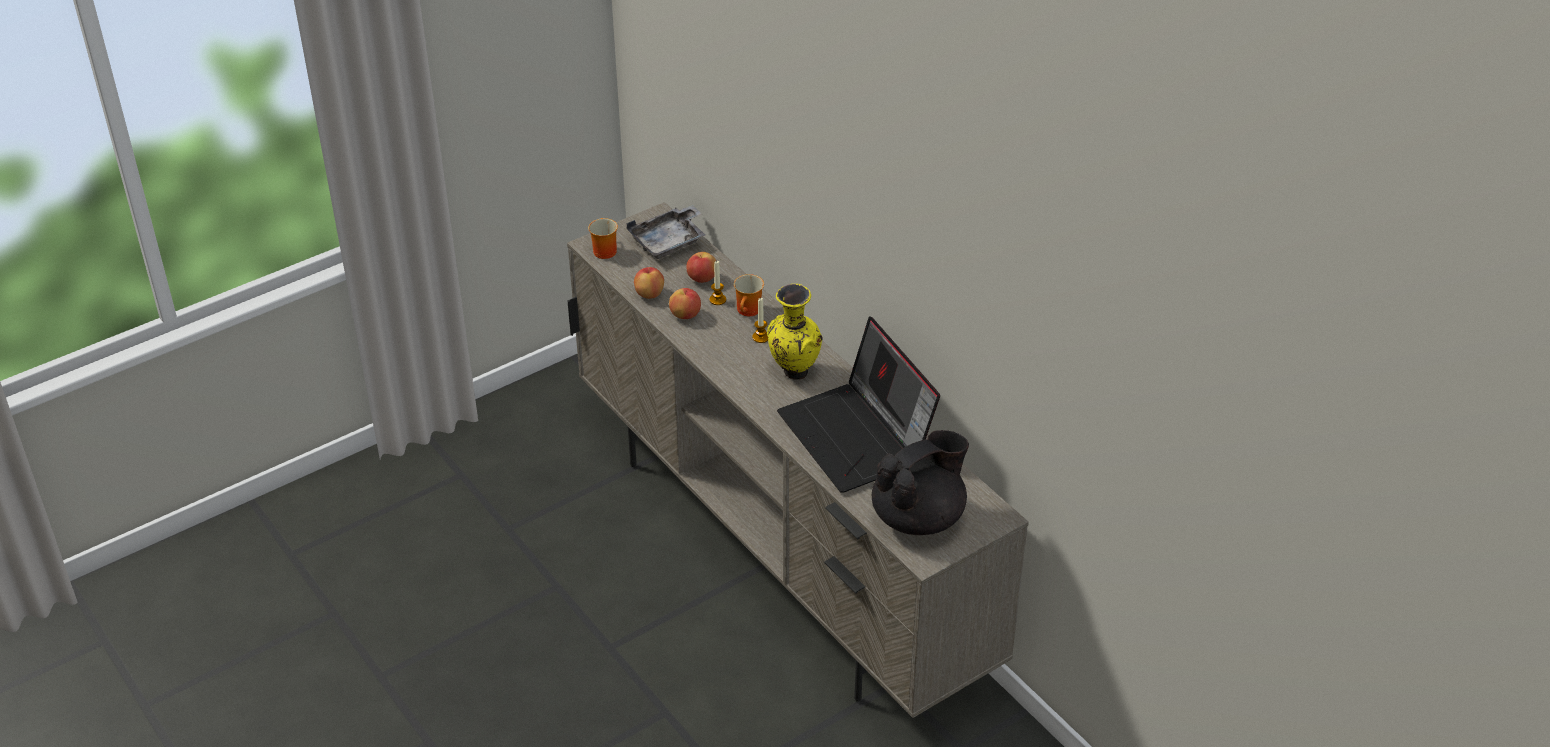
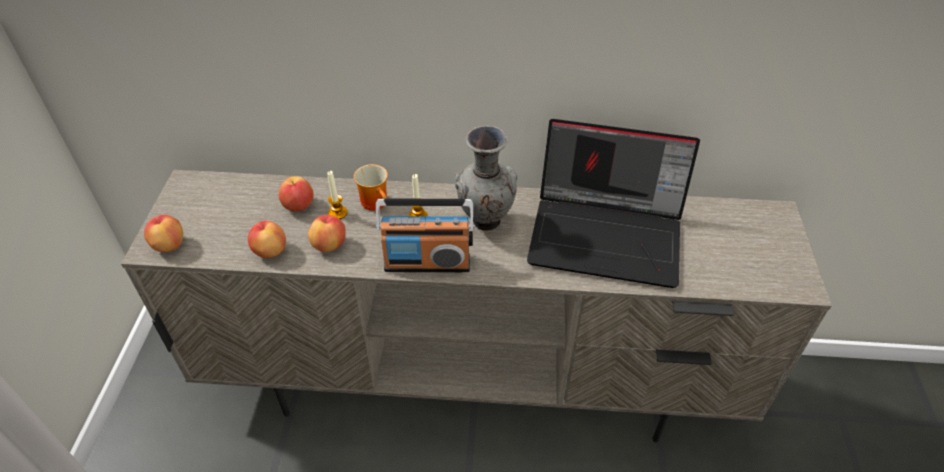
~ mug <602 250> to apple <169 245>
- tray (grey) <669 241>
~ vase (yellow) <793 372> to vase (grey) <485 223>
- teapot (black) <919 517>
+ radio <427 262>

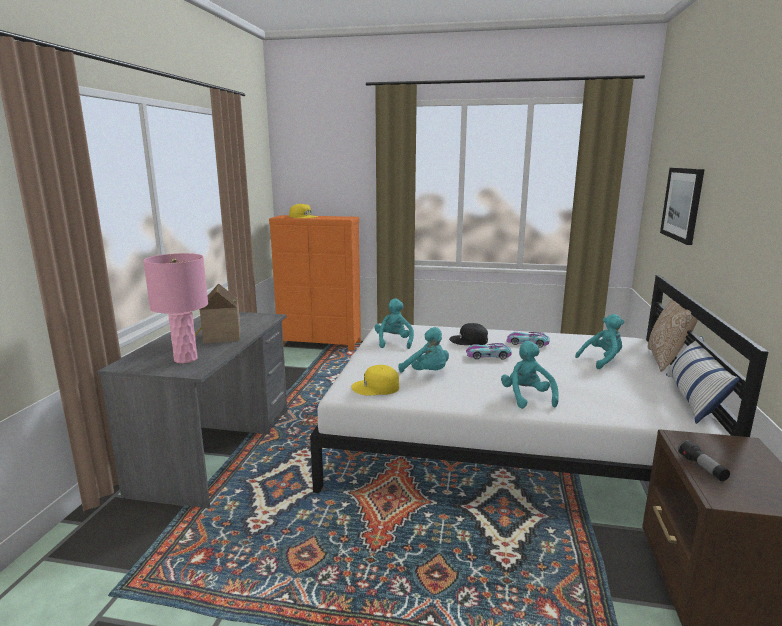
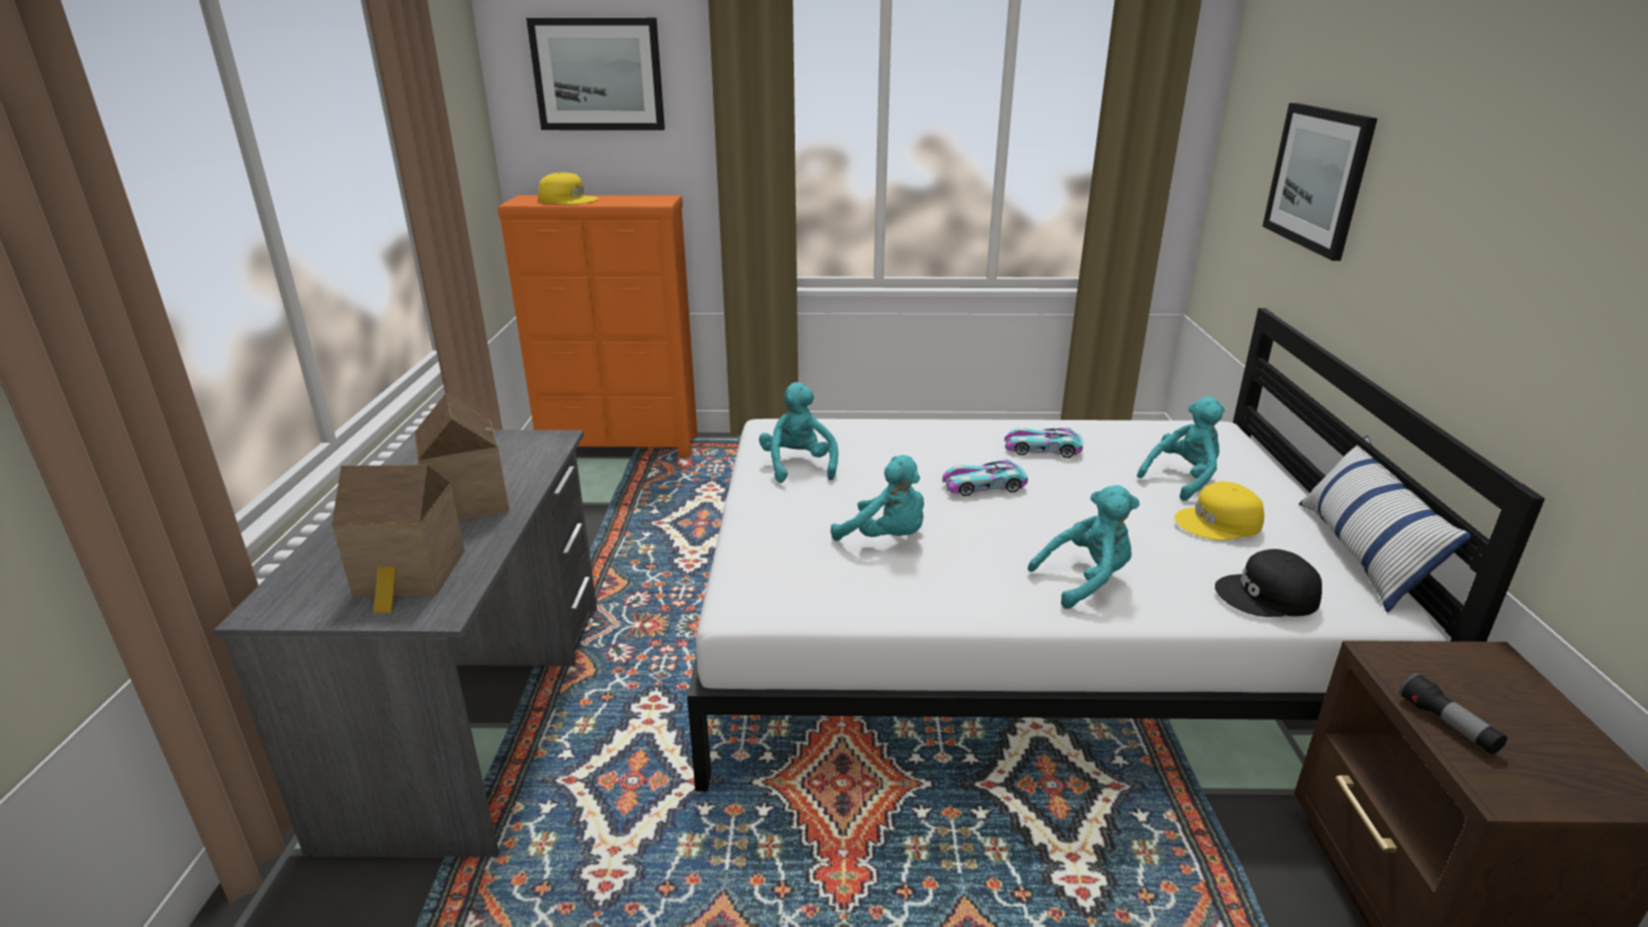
~ table lamp (pink) <186 359> to toy house <409 576>
~ cap (yellow) <376 387> to <1219 523>
~ cap (black) <469 340> to <1267 596>
~ plush toy (turquoise) <527 397> = <1086 581> 90 degrees clockwise
- pillow <666 360>
+ picture <598 75>

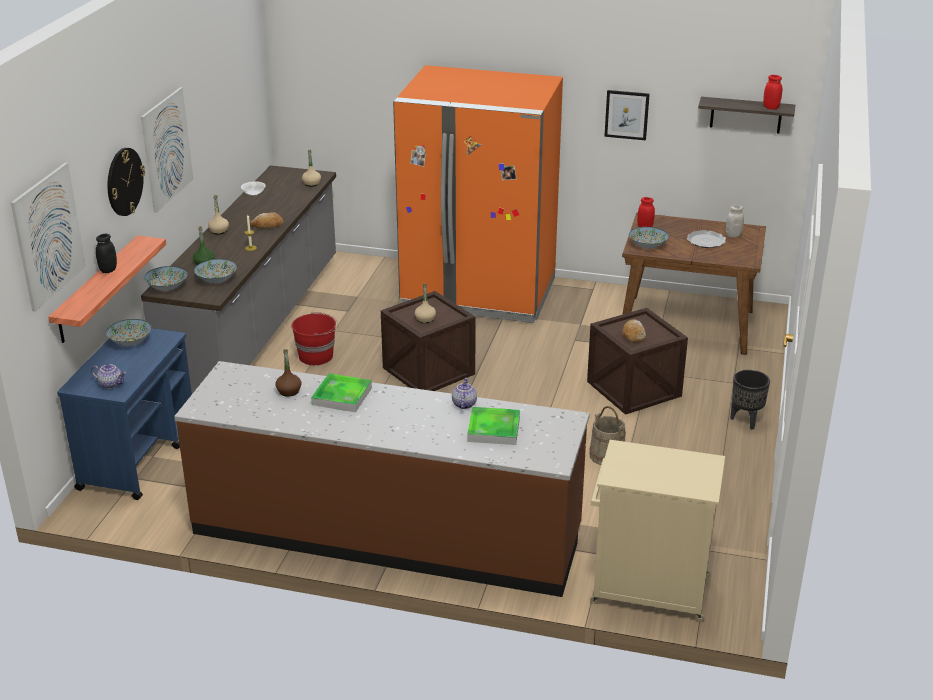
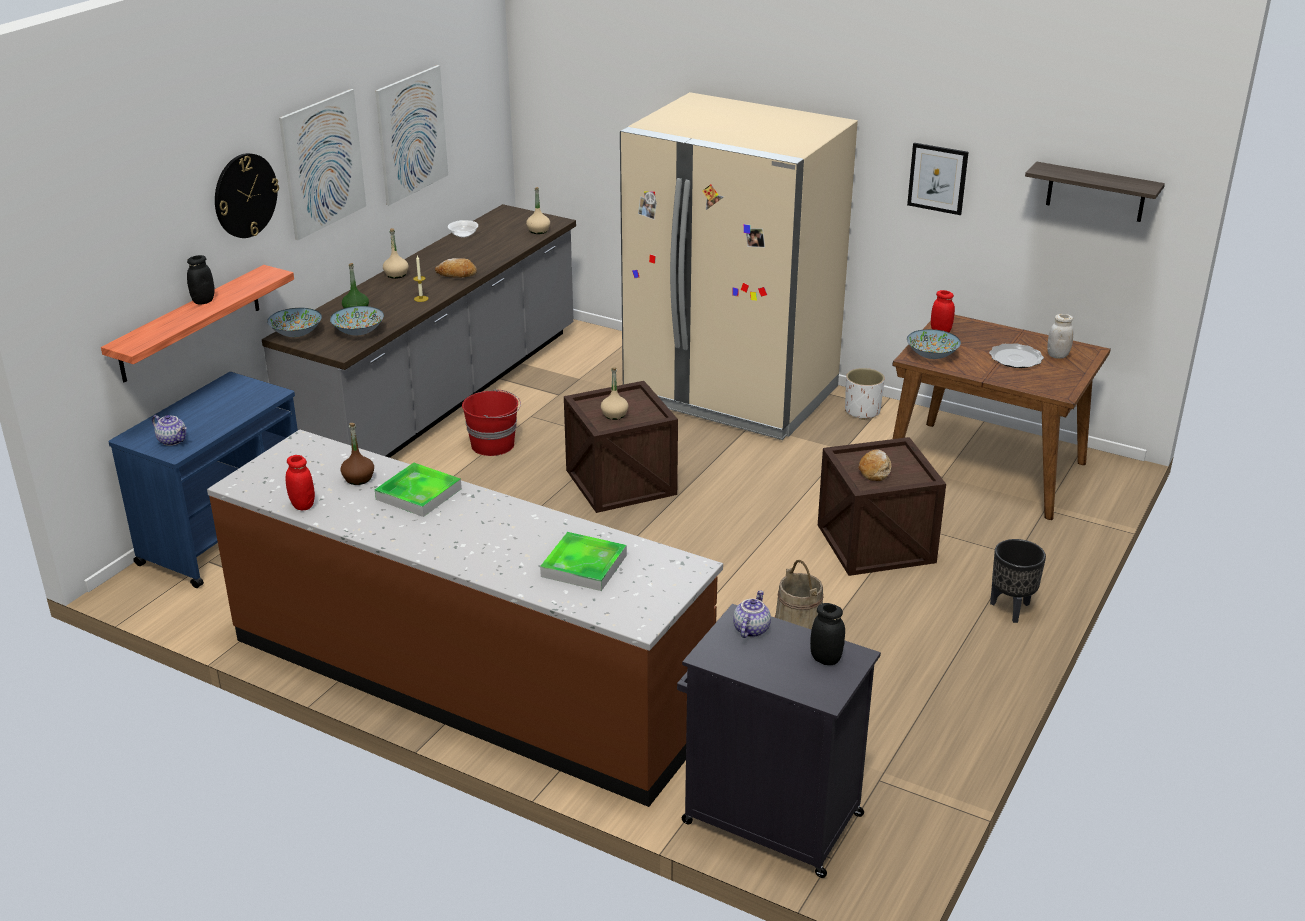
~ picture <48 236> to <412 134>
- bowl <130 342>
~ fridge (orange) <479 293> to fridge (beige) <731 394>
~ teapot <463 404> to <750 629>
~ cabinet (beige) <647 589> to cabinet (black) <768 818>
~ jar (red) <771 108> to <302 505>
+ jar (black) <825 659>
+ planter (white) <862 411>

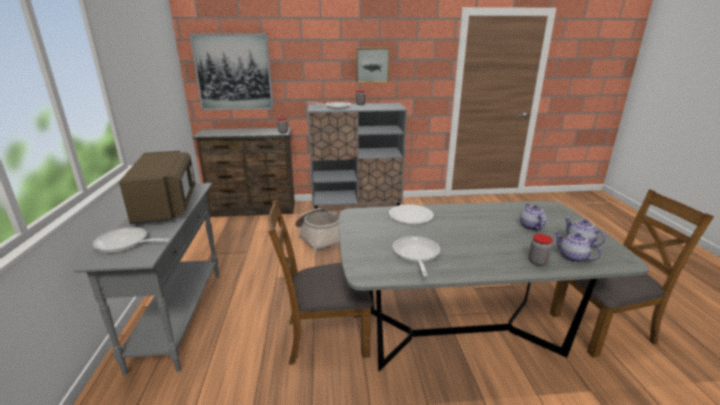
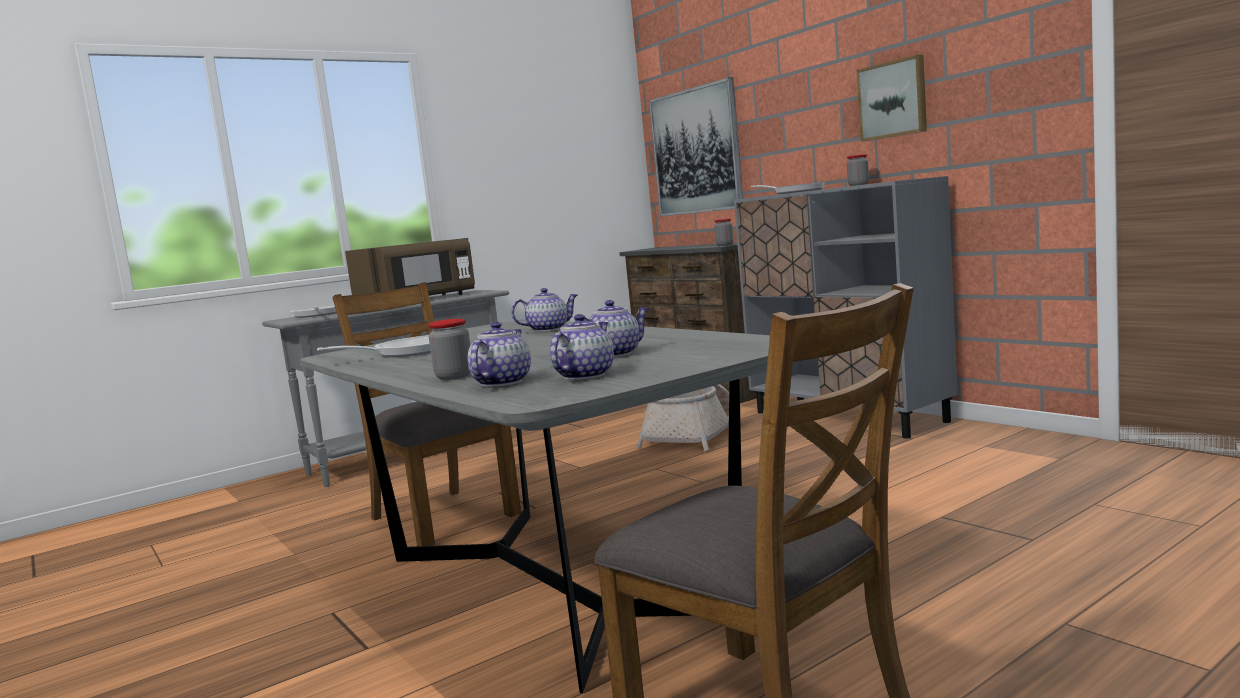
~ plate (white) <410 215> to teapot <548 329>

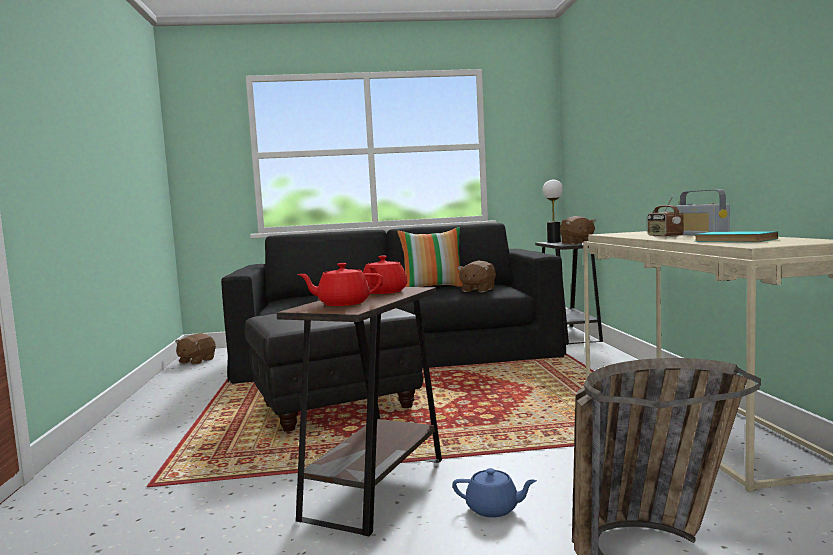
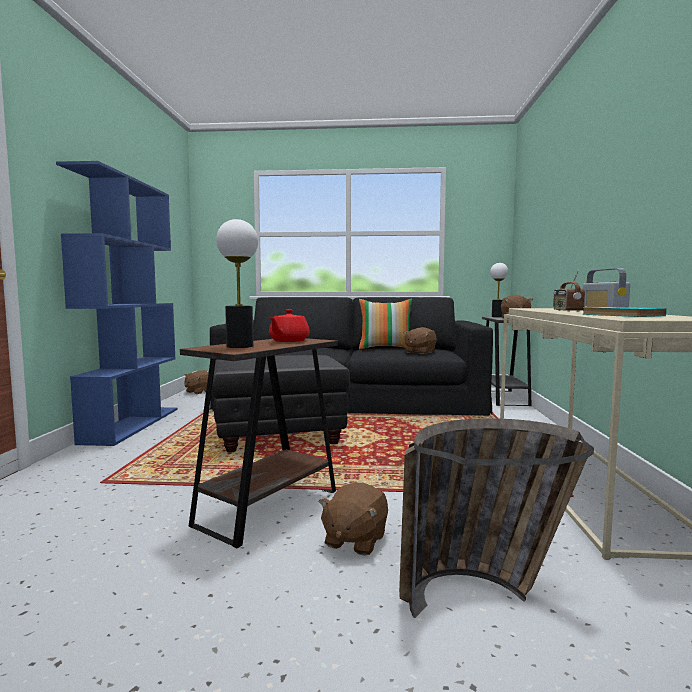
~ teapot (red) <343 304> to table lamp <239 346>
~ teapot (blue) <493 509> to plush toy (brown) <354 540>
+ bookcase (blue) <132 424>

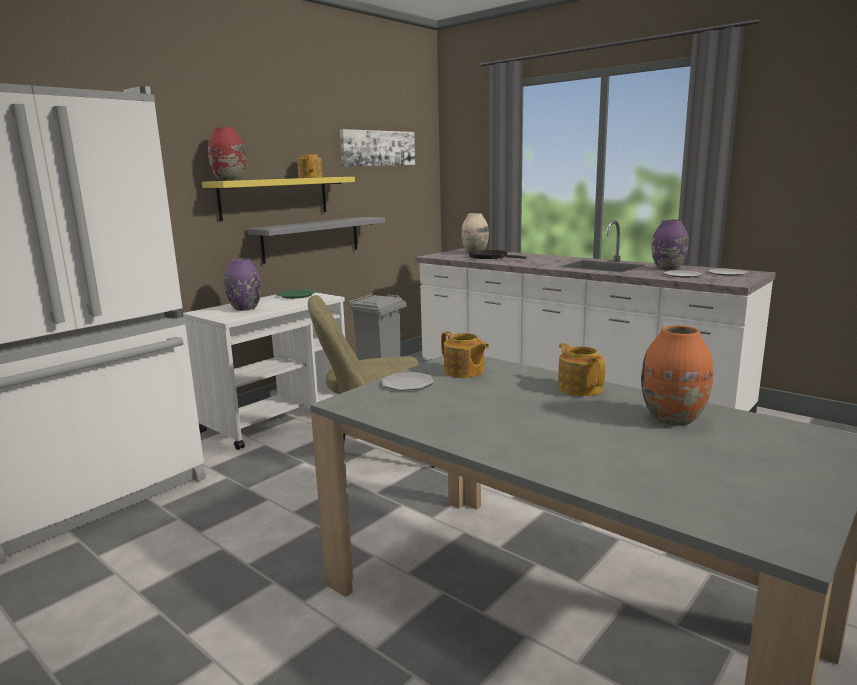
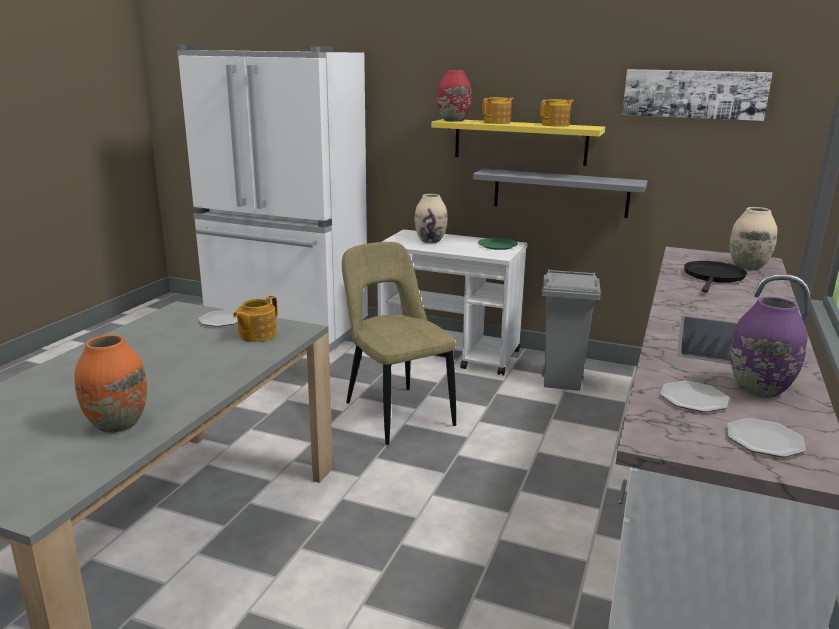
~ vase (purple) <245 308> to vase (beige) <430 240>
~ teapot <580 388> to <497 122>

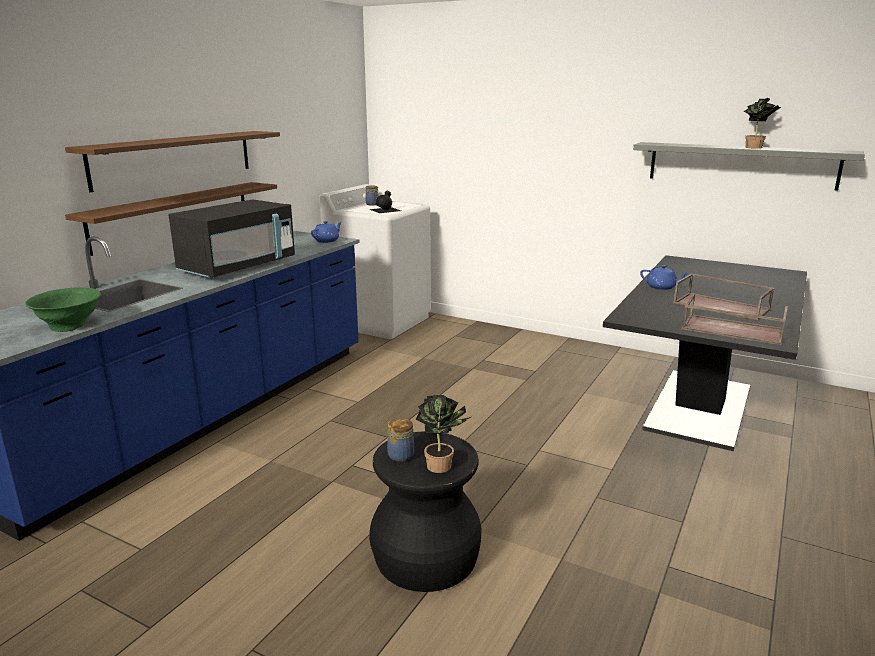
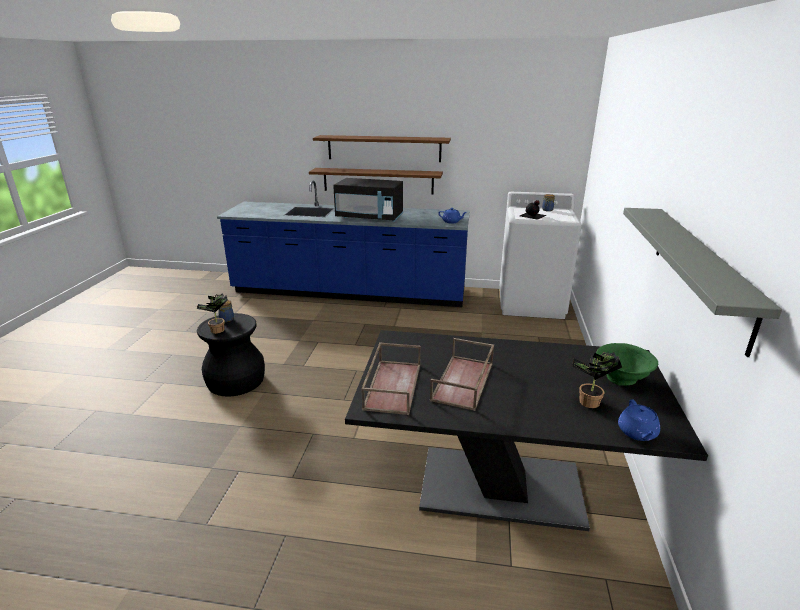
~ bowl (green) <69 326> to <622 378>
~ teapot (blue) <662 287> to <637 433>
~ potted plant <756 148> to <588 404>

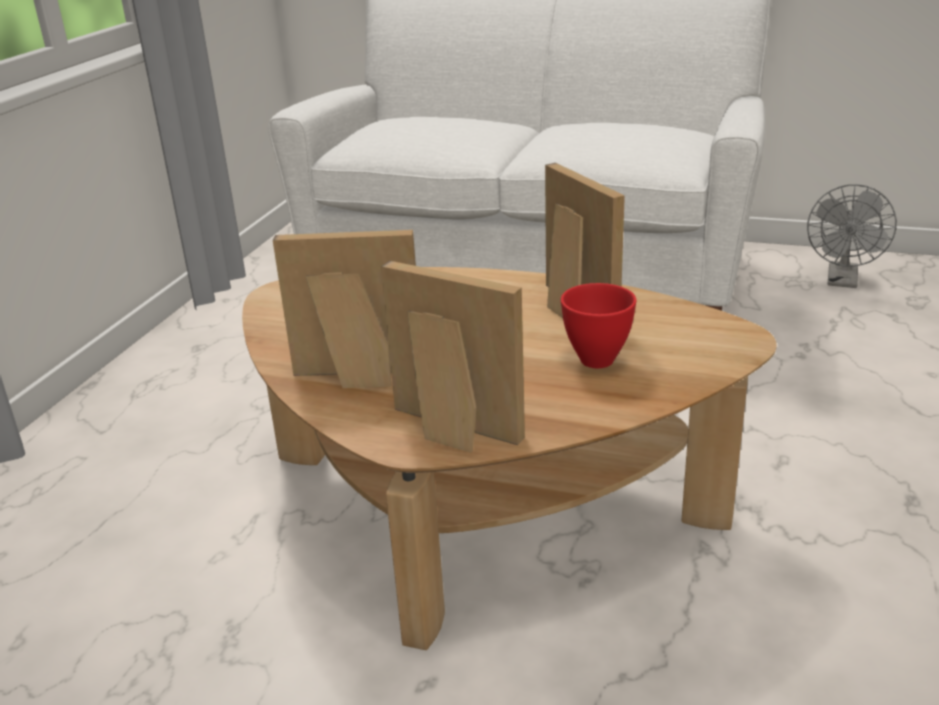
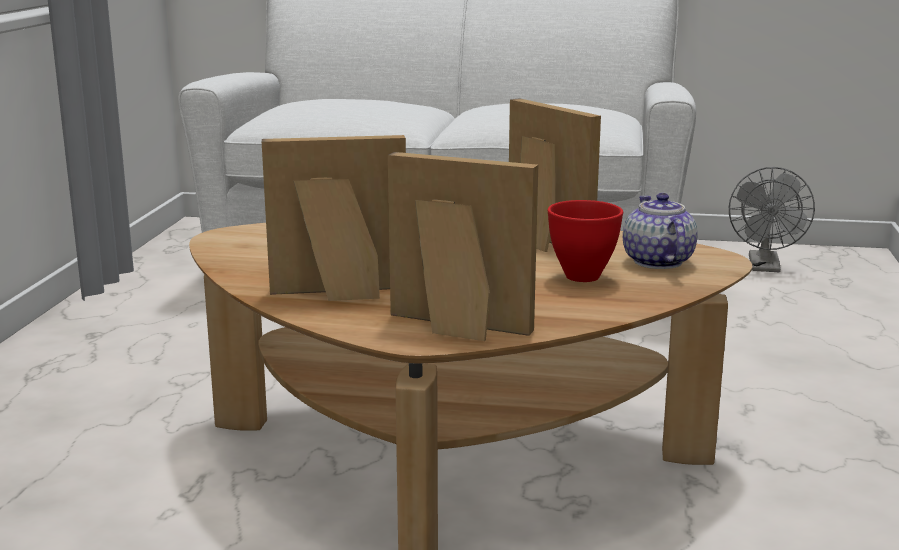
+ teapot <657 262>

